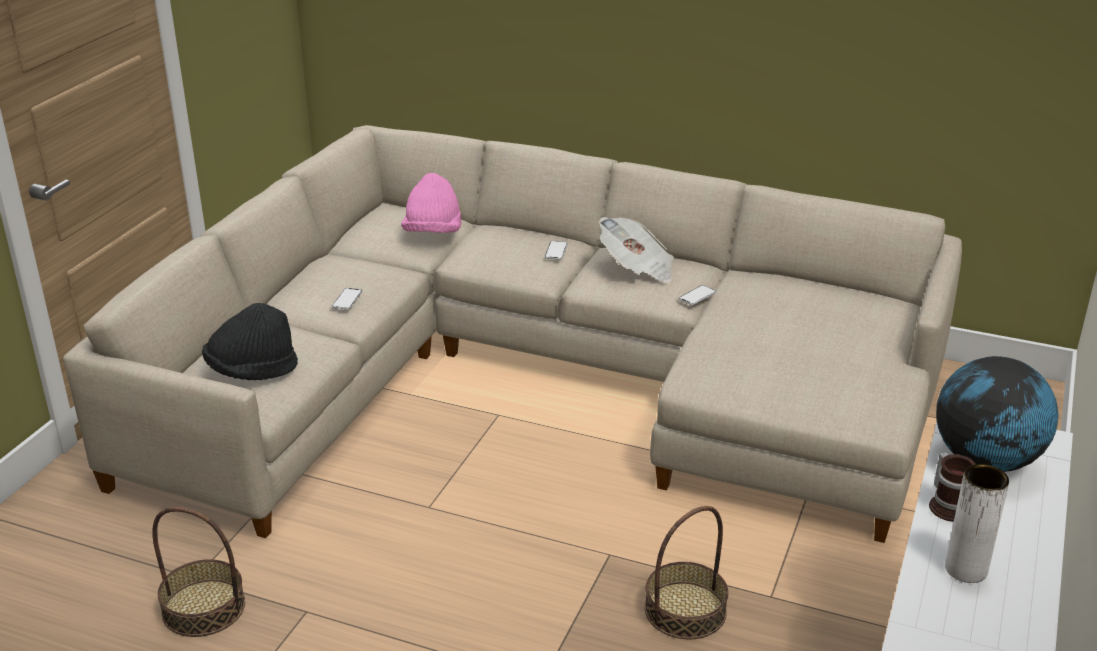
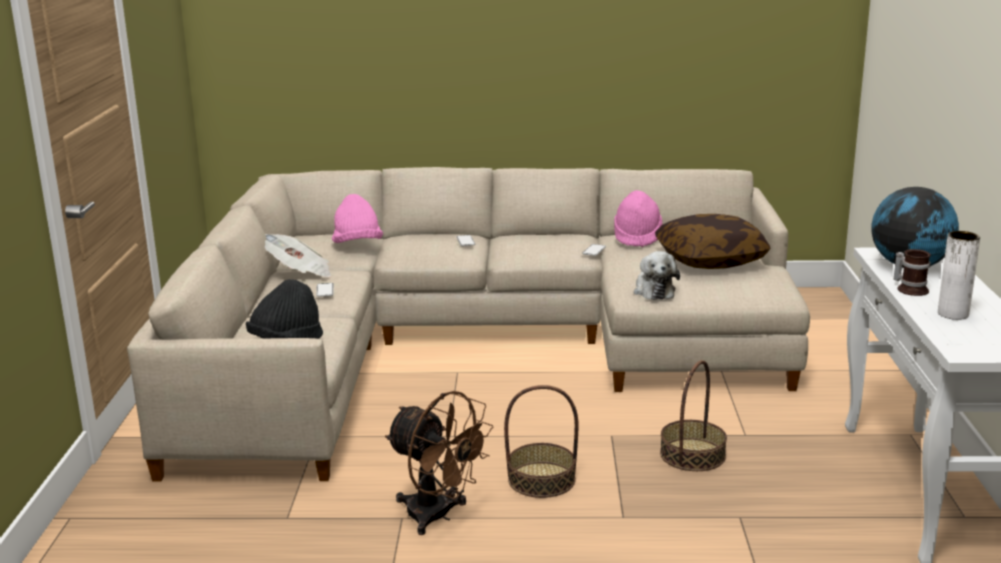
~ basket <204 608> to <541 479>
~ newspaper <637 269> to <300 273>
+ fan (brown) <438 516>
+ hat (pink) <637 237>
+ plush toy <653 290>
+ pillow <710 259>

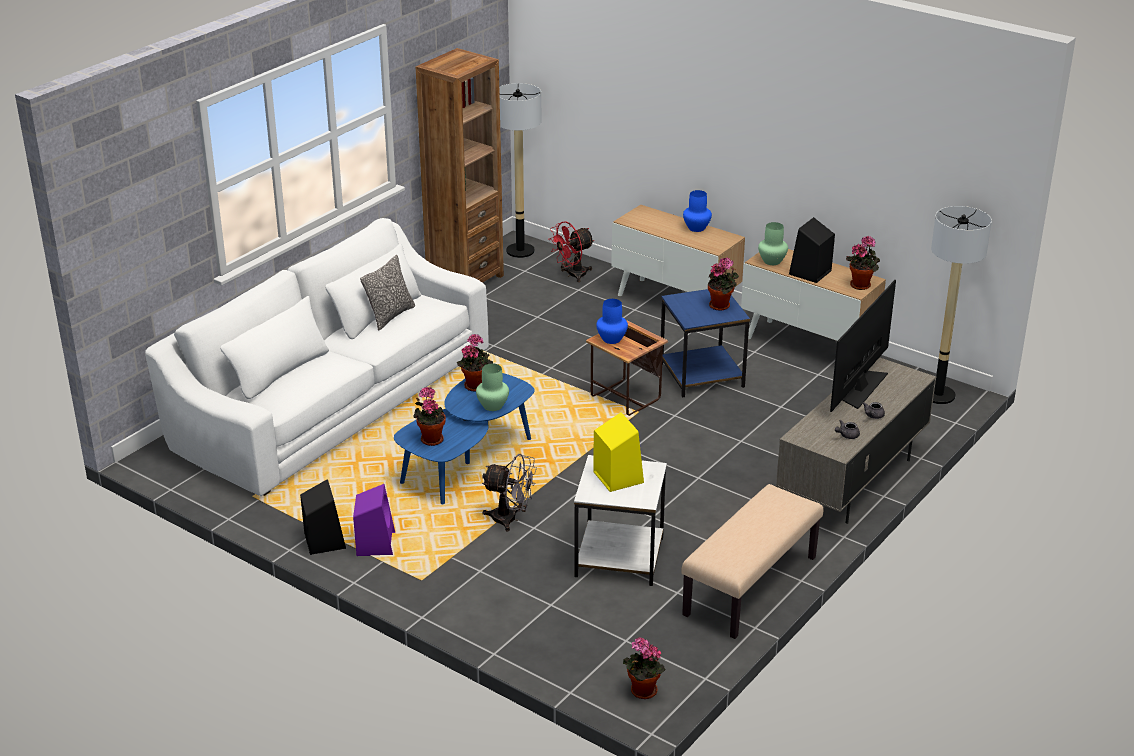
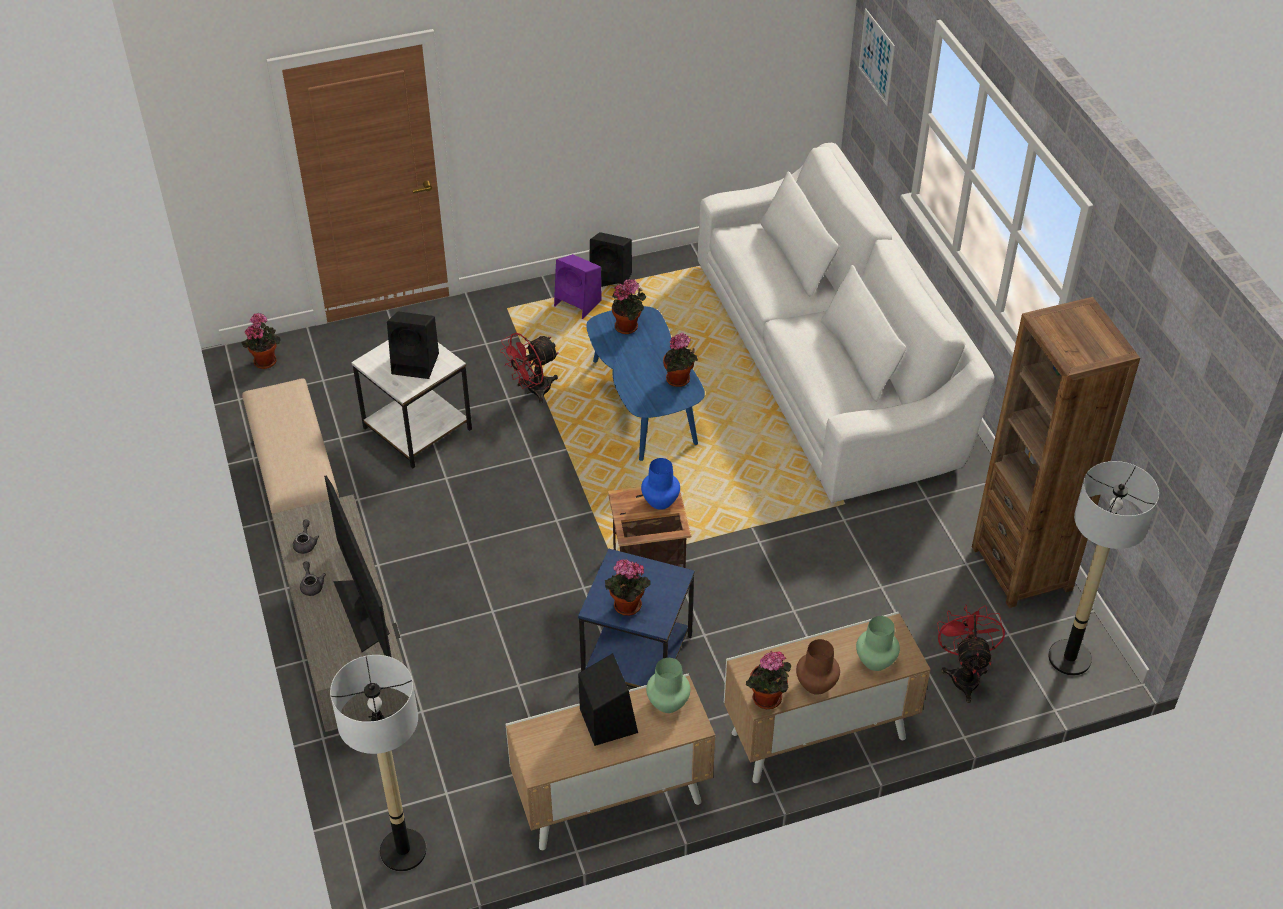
- pillow <390 316>
~ vase (green) <493 406> to <875 661>
~ fan (grey) <510 519> to fan (red) <533 390>
~ speaker (yellow) <617 476> to speaker (black) <417 363>
~ vase (blue) <697 228> to vase (brown) <815 684>
~ potted plant <861 285> to <767 700>
+ picture <876 57>

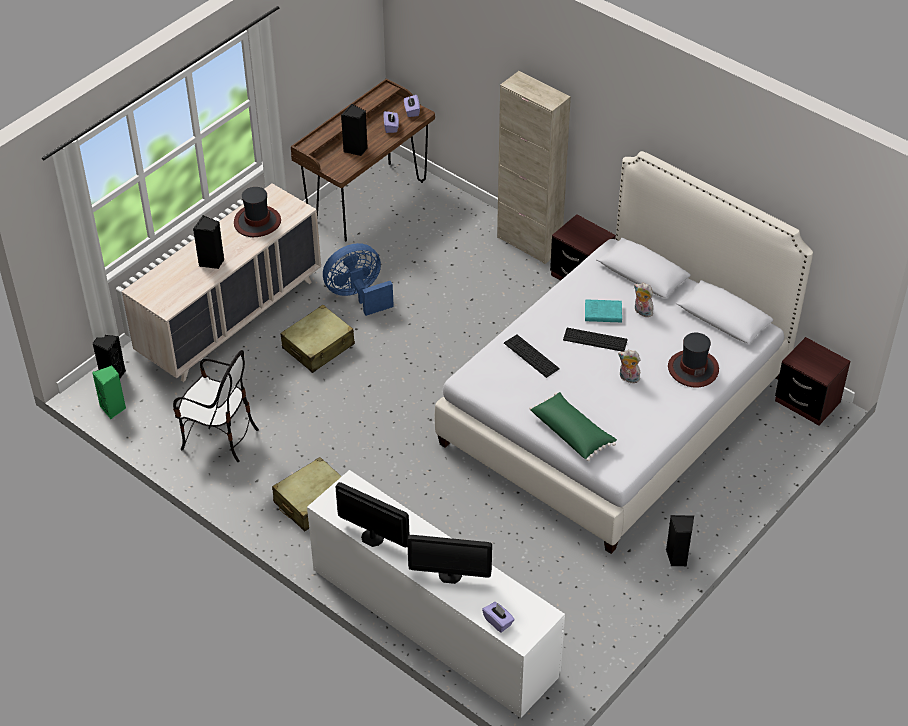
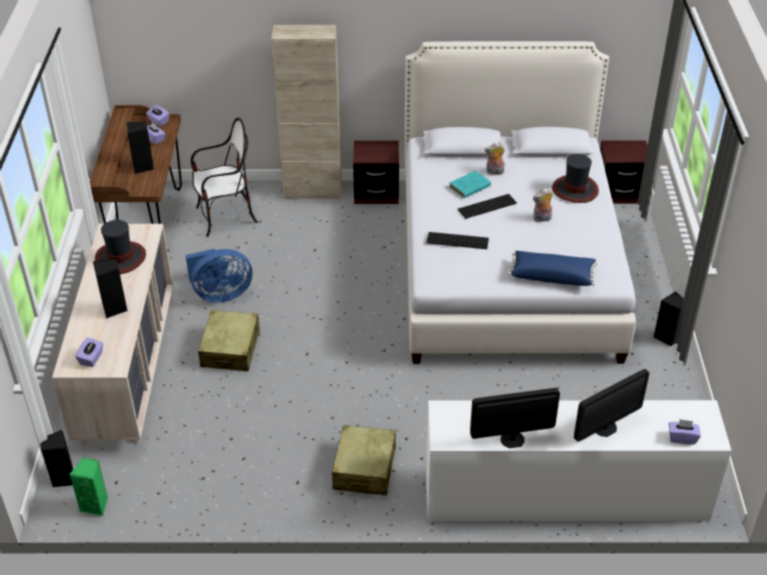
~ chair <219 437> to <226 217>
~ fan (blue) <358 296> = <220 294> 135 degrees counterclockwise
~ pillow (green) <572 432> to pillow (blue) <552 276>
+ tissue box (purple) <91 358>

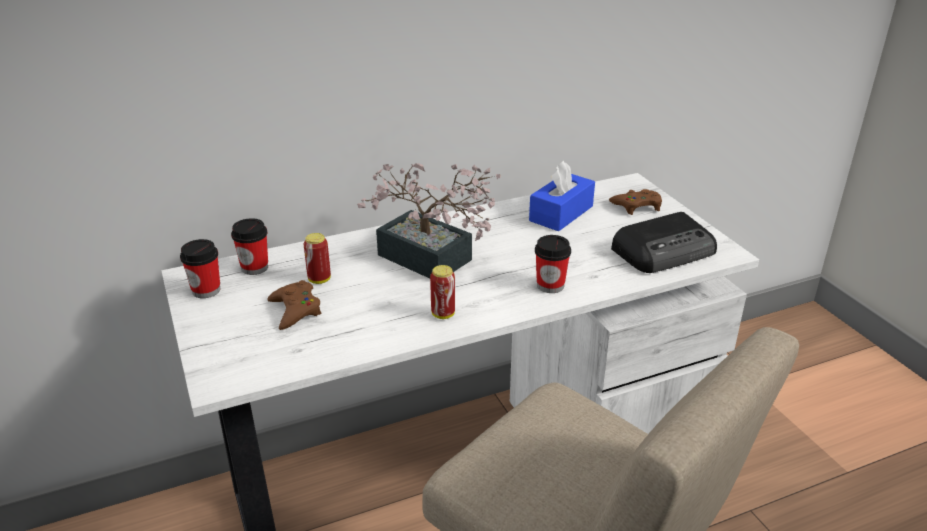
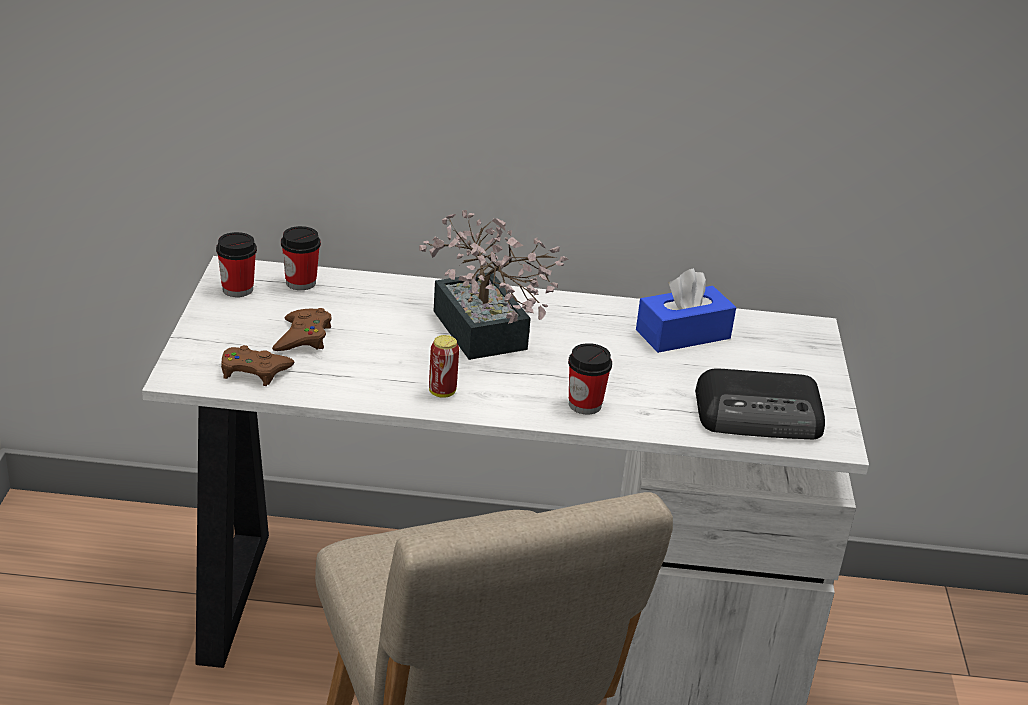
- can <319 279>
~ game controller (brown) <637 206> to <254 371>

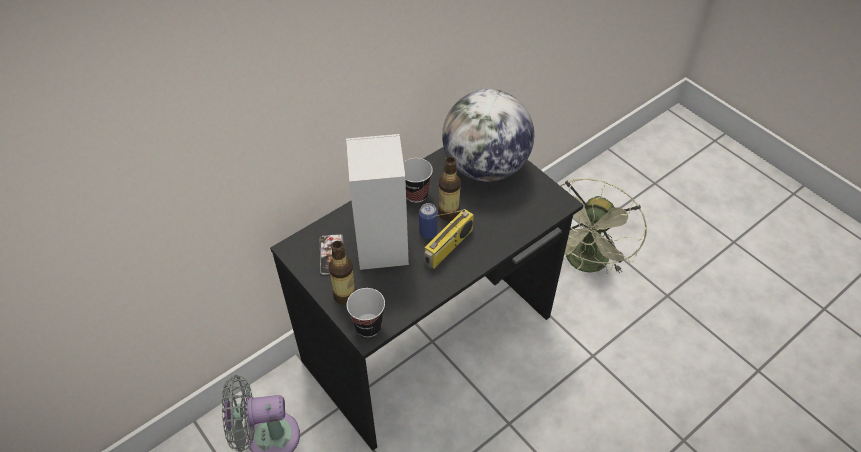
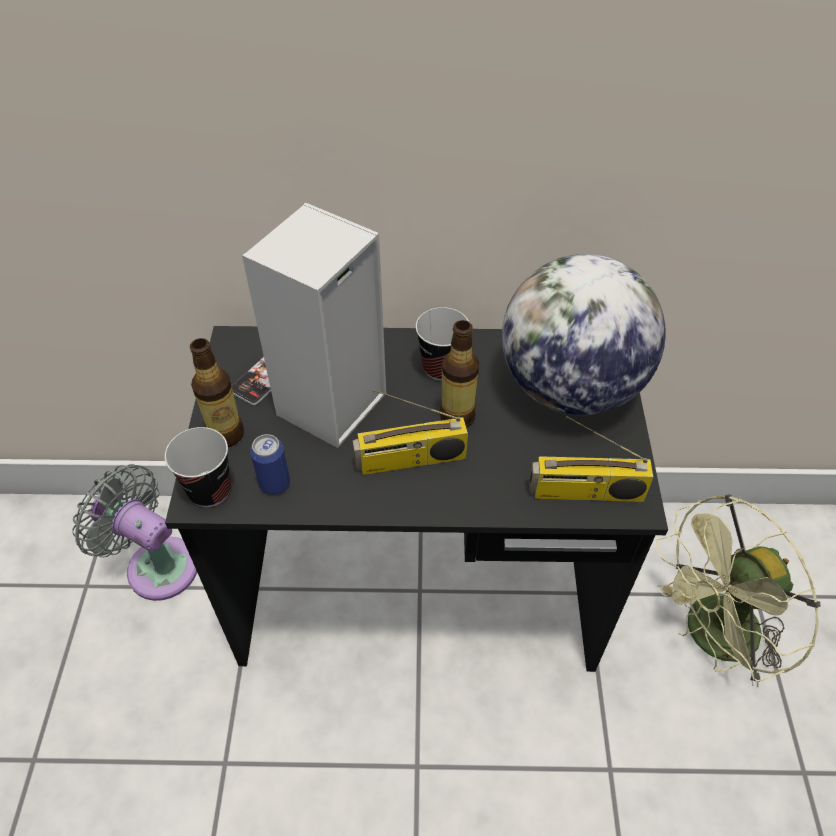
~ can <428 233> to <275 484>
+ radio <585 493>

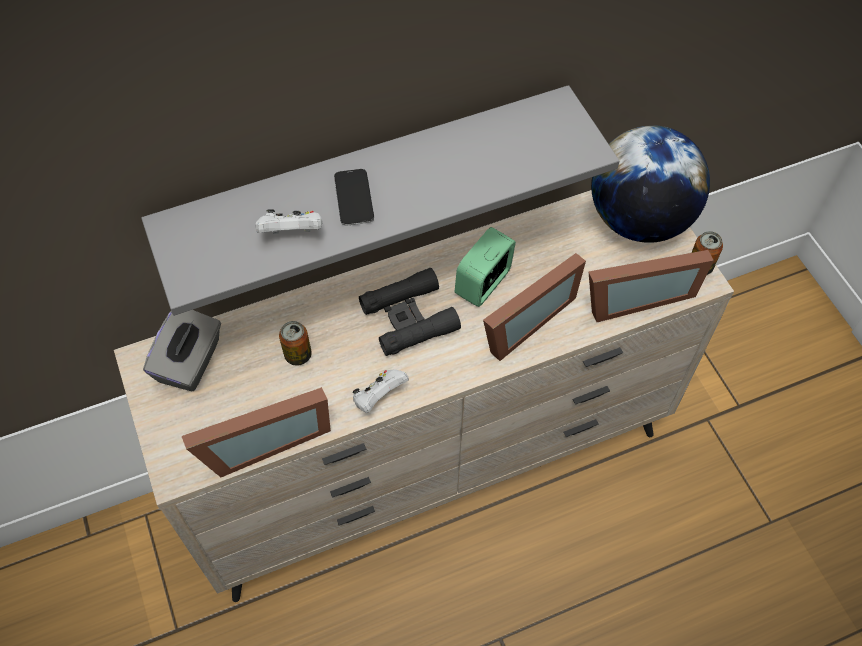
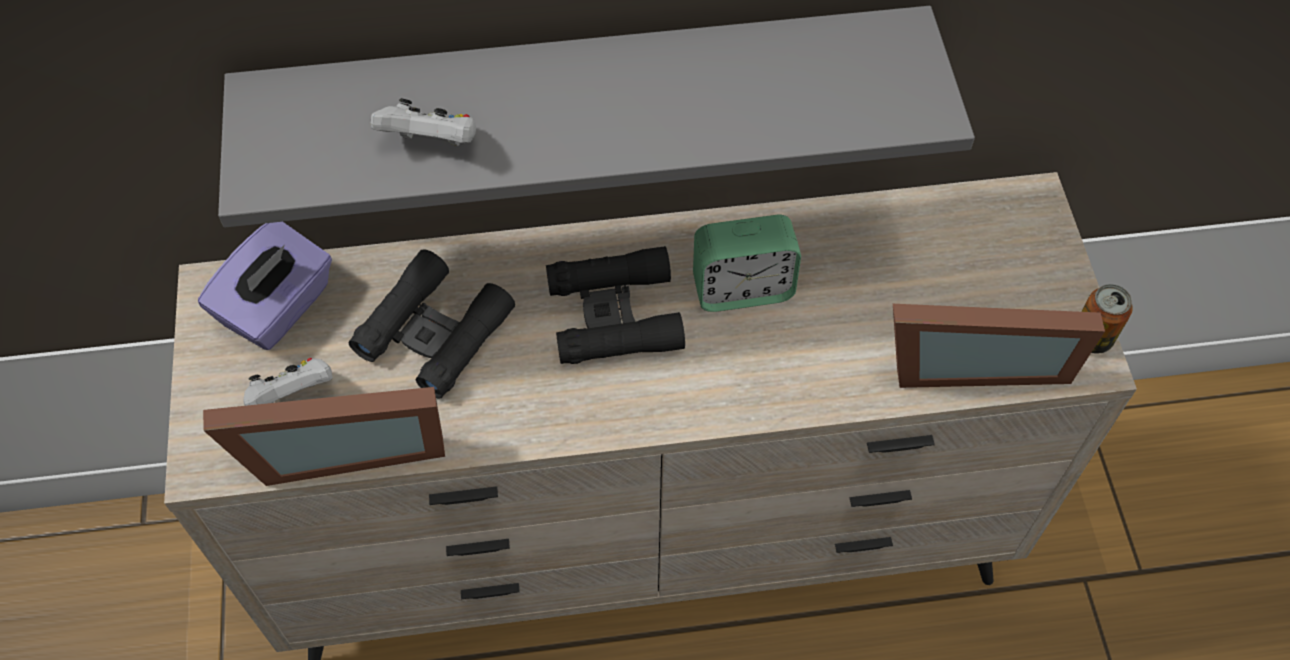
~ tissue box (grey) <190 362> to tissue box (purple) <279 307>
~ can <298 355> to binoculars (black) <434 332>
- phone <354 198>
~ game controller (white) <379 397> to <292 395>
~ alarm clock <483 283> = <742 288> 150 degrees counterclockwise
- picture frame <521 321>
- globe <639 220>

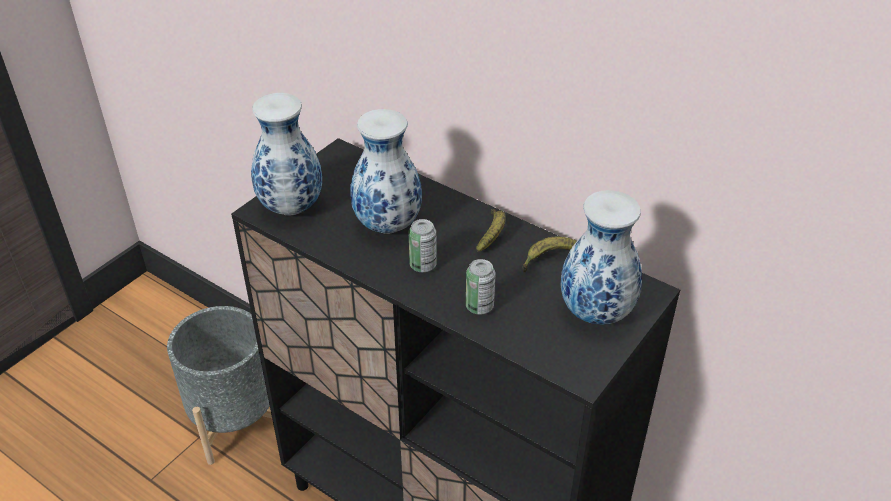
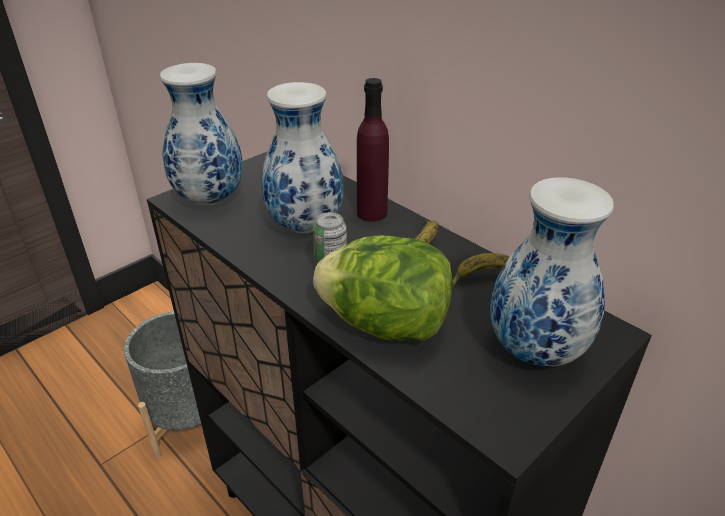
~ can <479 306> to lettuce <386 324>
+ bottle (purple) <372 213>

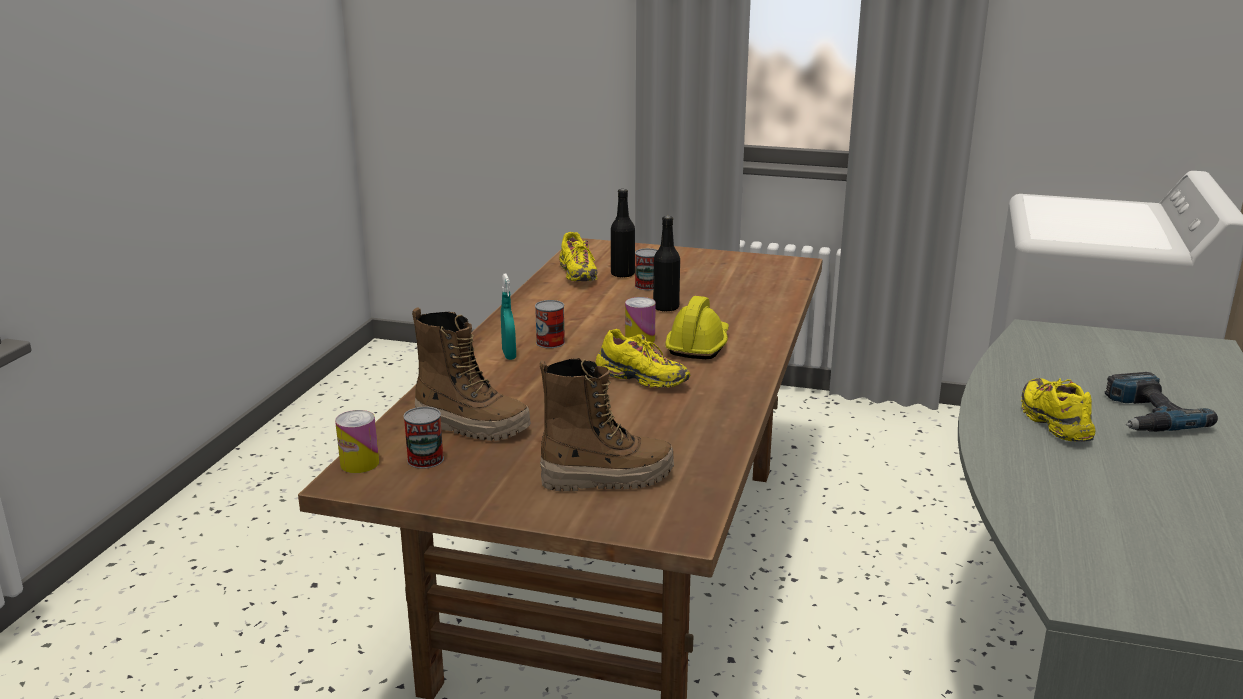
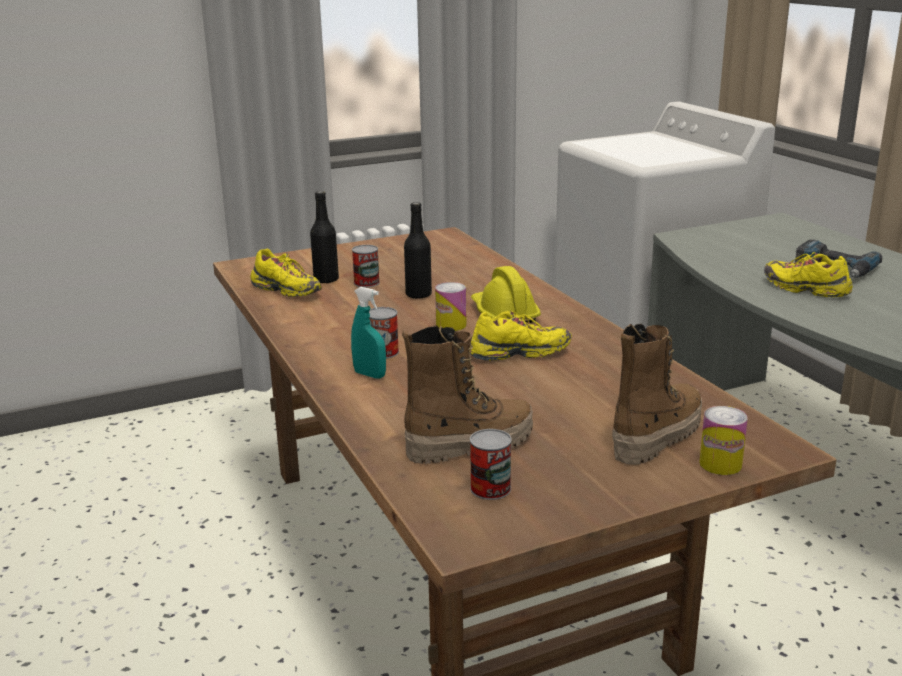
~ can <359 463> to <720 464>

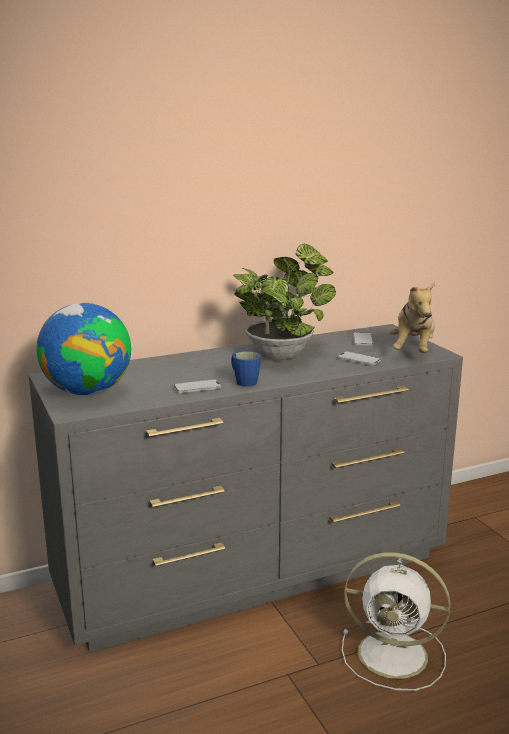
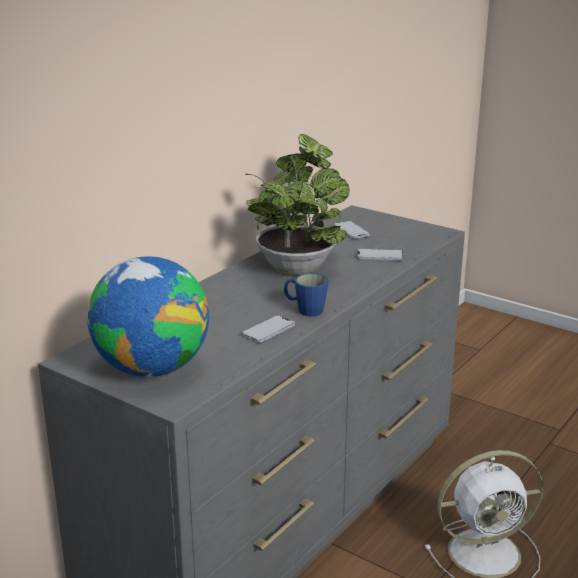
- plush toy <413 351>

